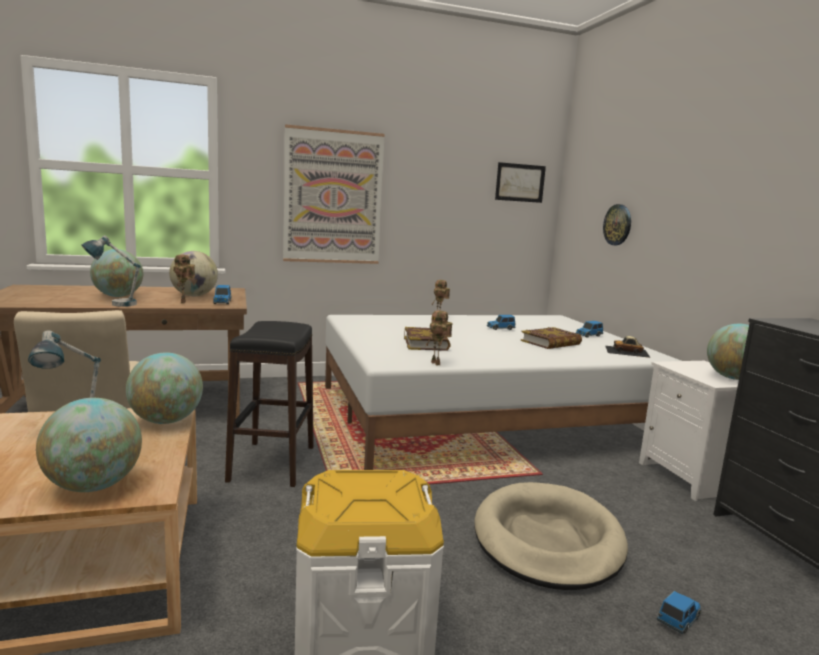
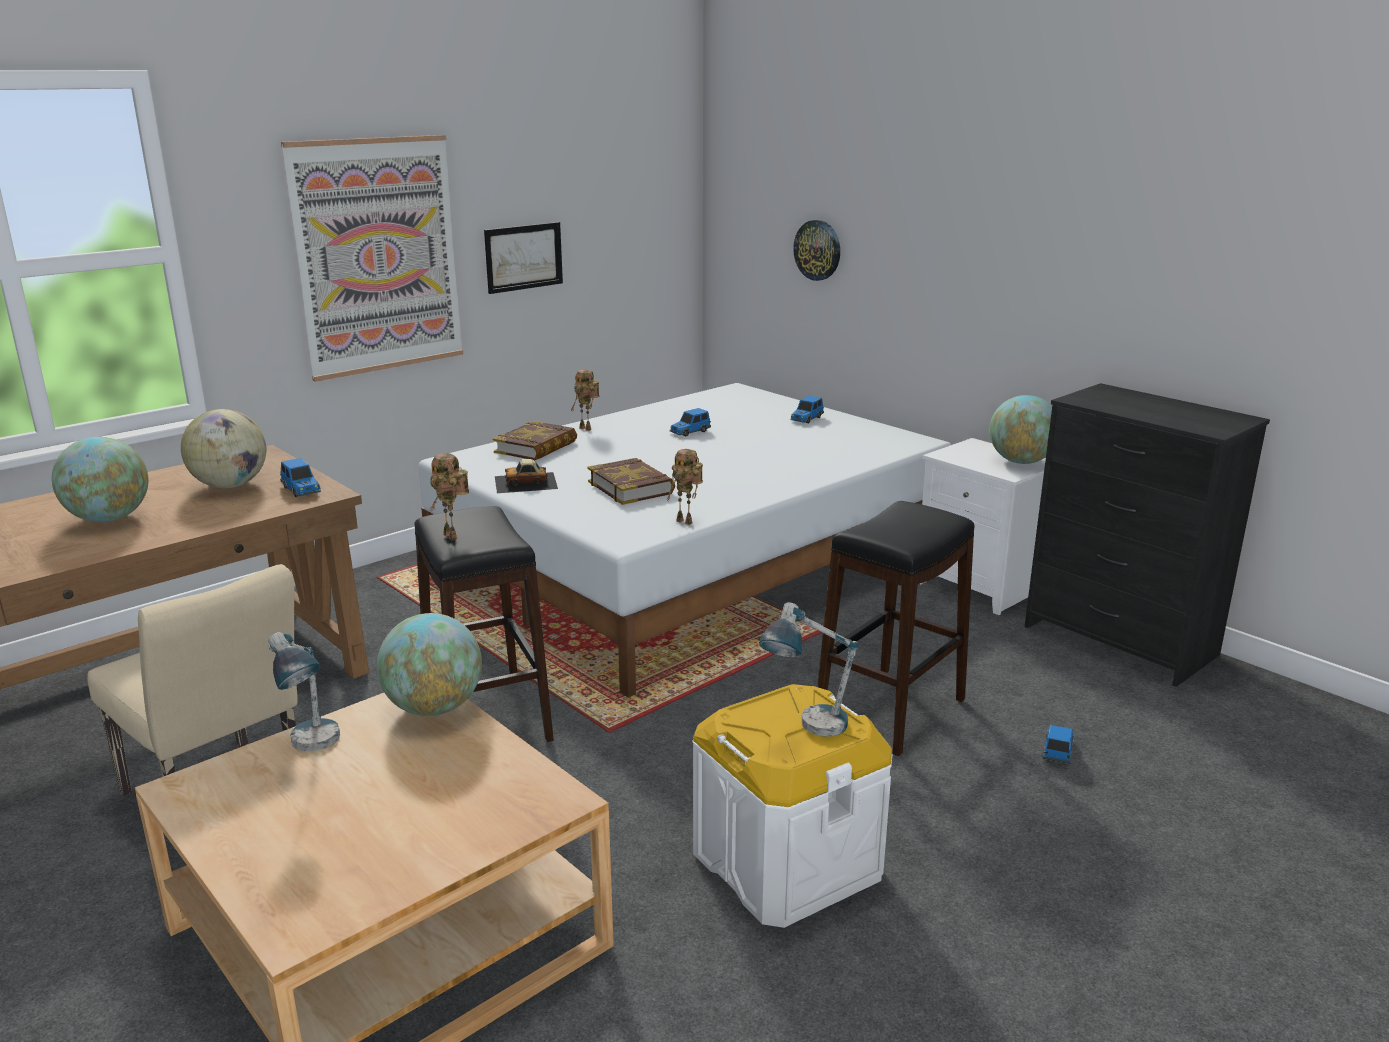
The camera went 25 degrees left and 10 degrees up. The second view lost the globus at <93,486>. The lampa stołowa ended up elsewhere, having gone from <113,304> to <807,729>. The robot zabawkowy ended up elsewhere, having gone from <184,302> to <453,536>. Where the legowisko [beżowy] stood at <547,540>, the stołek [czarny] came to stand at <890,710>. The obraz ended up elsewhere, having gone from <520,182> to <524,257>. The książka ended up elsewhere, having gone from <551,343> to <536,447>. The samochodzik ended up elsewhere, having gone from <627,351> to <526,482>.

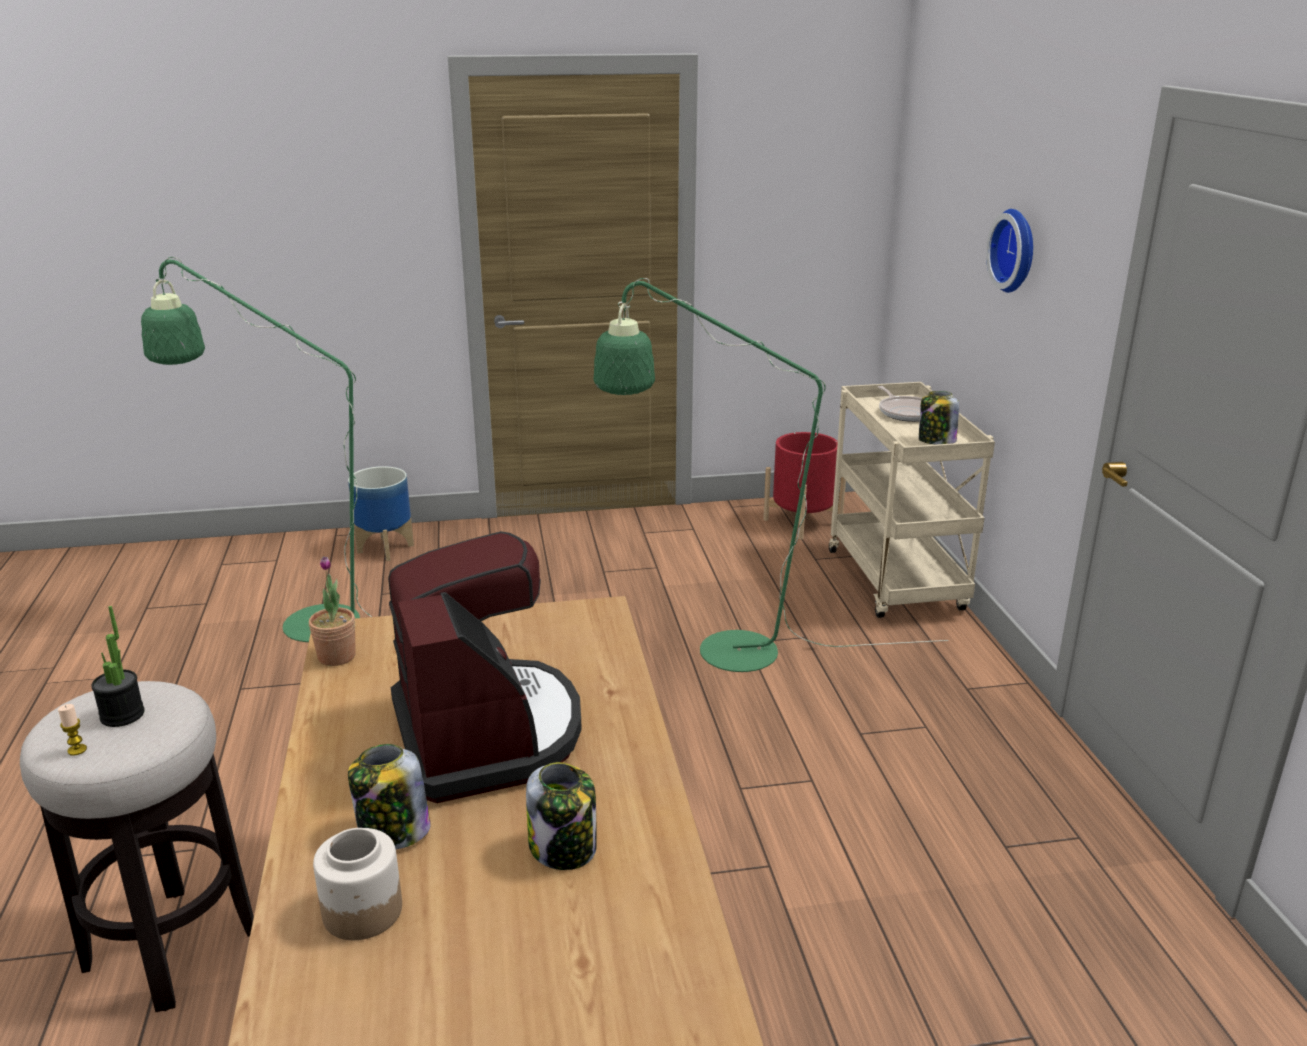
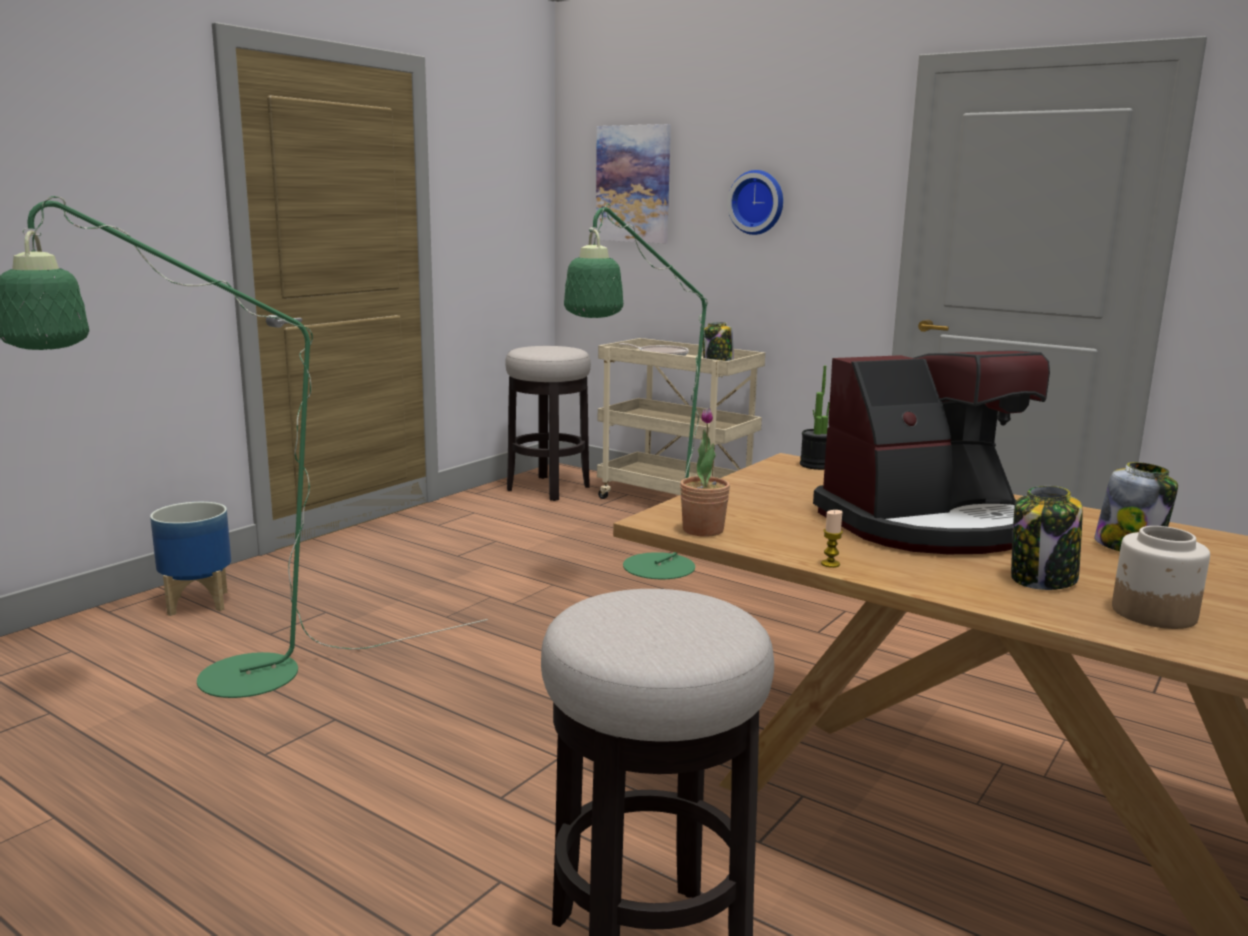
The camera went 45 degrees left and 10 degrees down. The świeca ended up elsewhere, having gone from <77,750> to <830,564>. The roślina doniczkowa ended up elsewhere, having gone from <122,715> to <816,465>. The ekspres do kawy at <487,733> ended up facing another way, 135 degrees clockwise from before. Where the donica [czerwony] stood at <802,522>, the stołek came to stand at <548,488>. The second view gained the obraz at <633,184>.

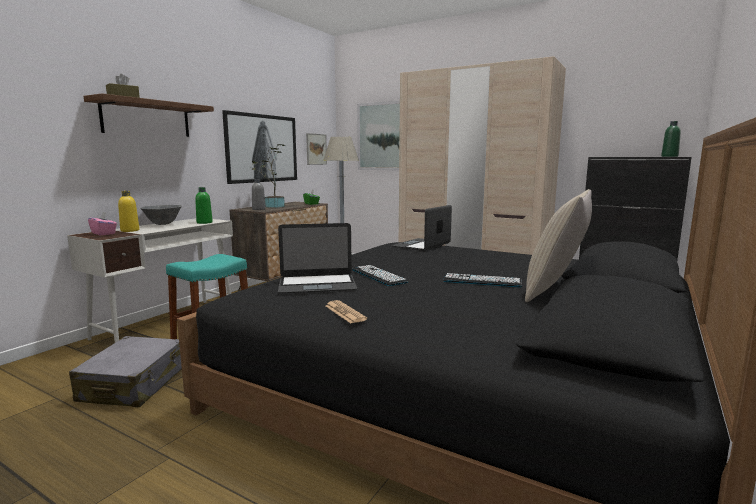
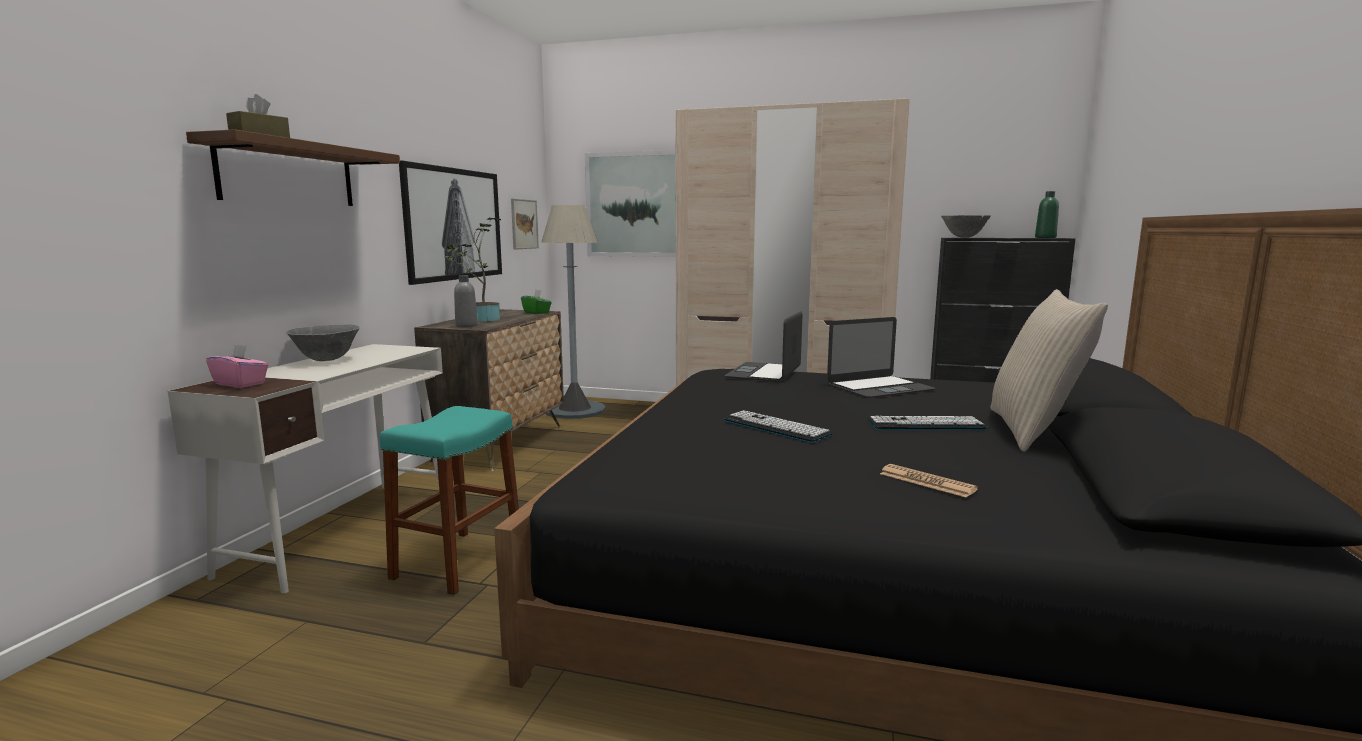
The camera went 15 degrees left and 0 degrees up. The second view lost the walizka [szary] at <134,384>. The second view lost the butelka [żółty] at <130,230>. The second view lost the butelka [zielony] at <204,222>. The laptop ended up elsewhere, having gone from <317,284> to <879,387>. The gazeta ended up elsewhere, having gone from <345,313> to <927,482>. The second view gained the miska [szary] at <964,237>.

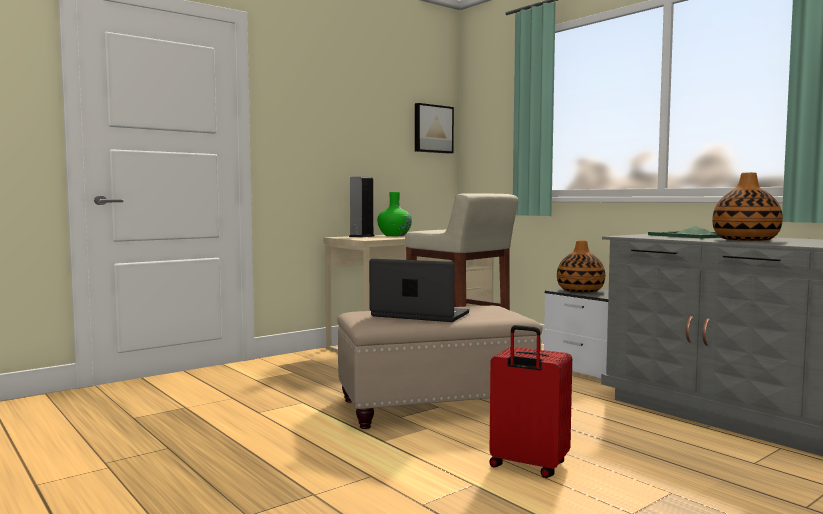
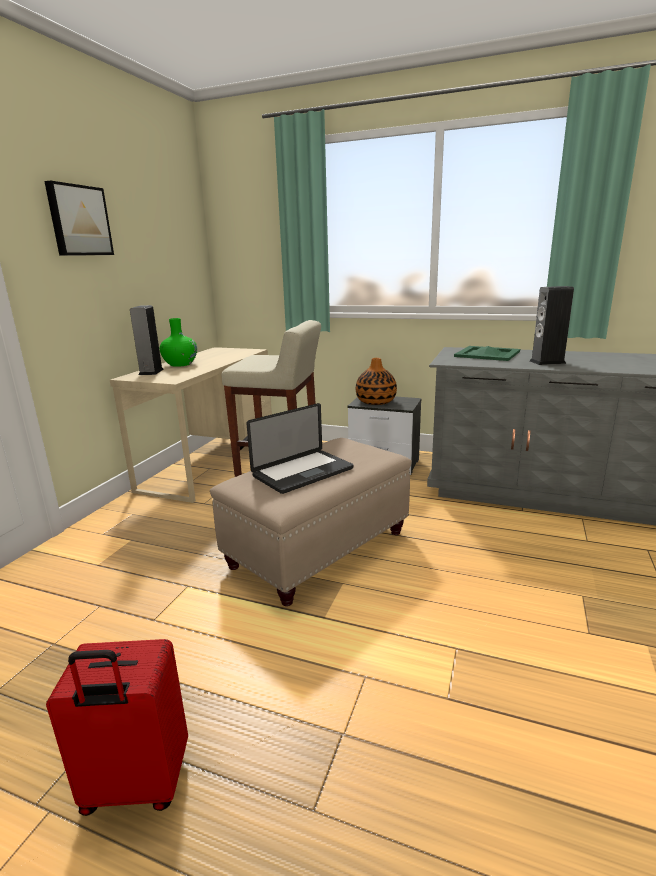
The camera went 30 degrees left and 15 degrees up. The laptop at <420,315> ended up facing another way, 150 degrees clockwise from before. The obraz ended up elsewhere, having gone from <432,129> to <79,221>. The walizka [czerwony] ended up elsewhere, having gone from <528,466> to <136,786>. Where the wazon stood at <746,240>, the głośnik came to stand at <547,362>.

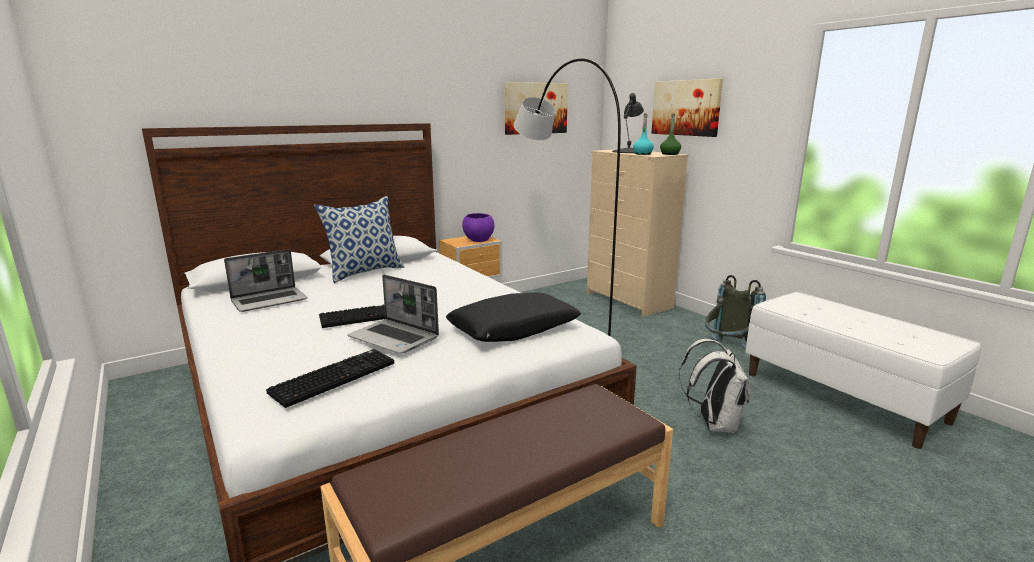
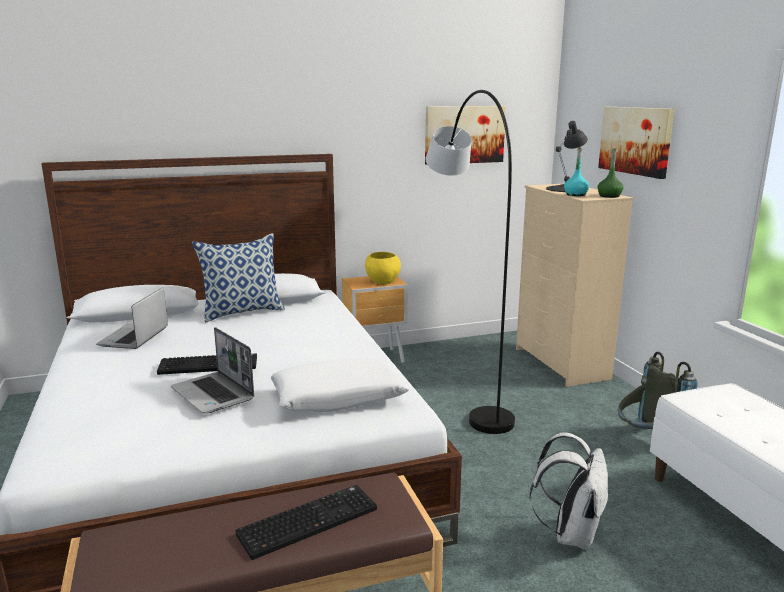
The camera went 15 degrees right and 0 degrees up. The laptop at <270,300> ended up facing another way, 120 degrees clockwise from before. The klawiatura ended up elsewhere, having gone from <334,377> to <308,520>. What was the poduszka [czarny] at <513,329> turned into the poduszka [biały] at <338,398>. What was the miska [fioletowy] at <478,240> turned into the miska [żółty] at <382,282>.

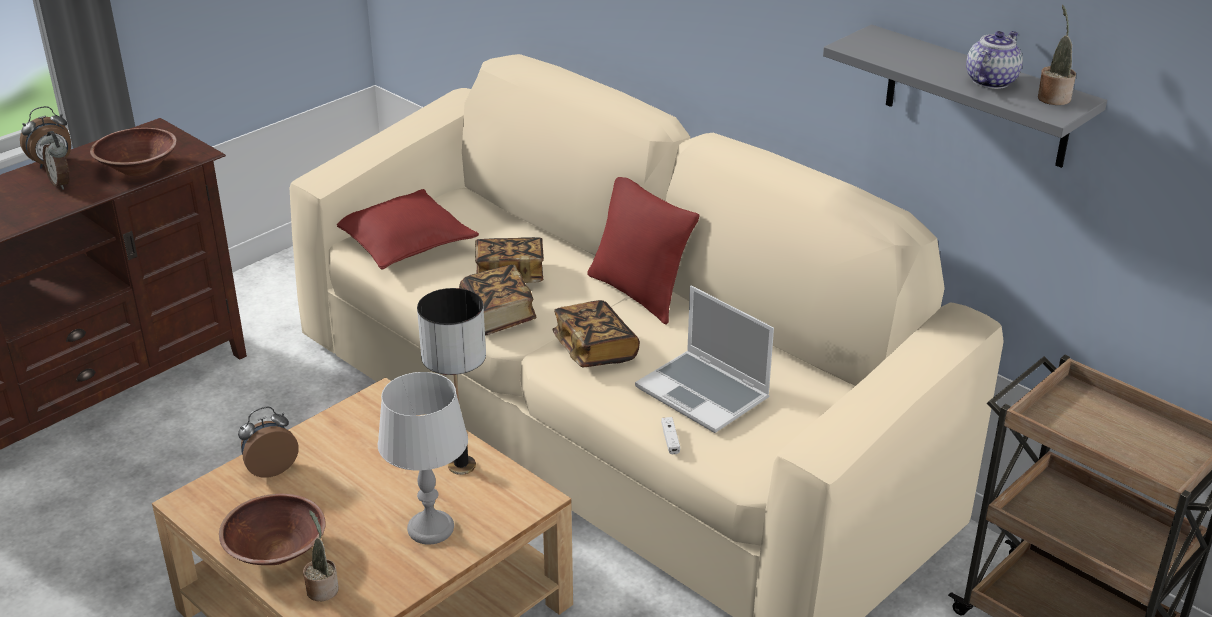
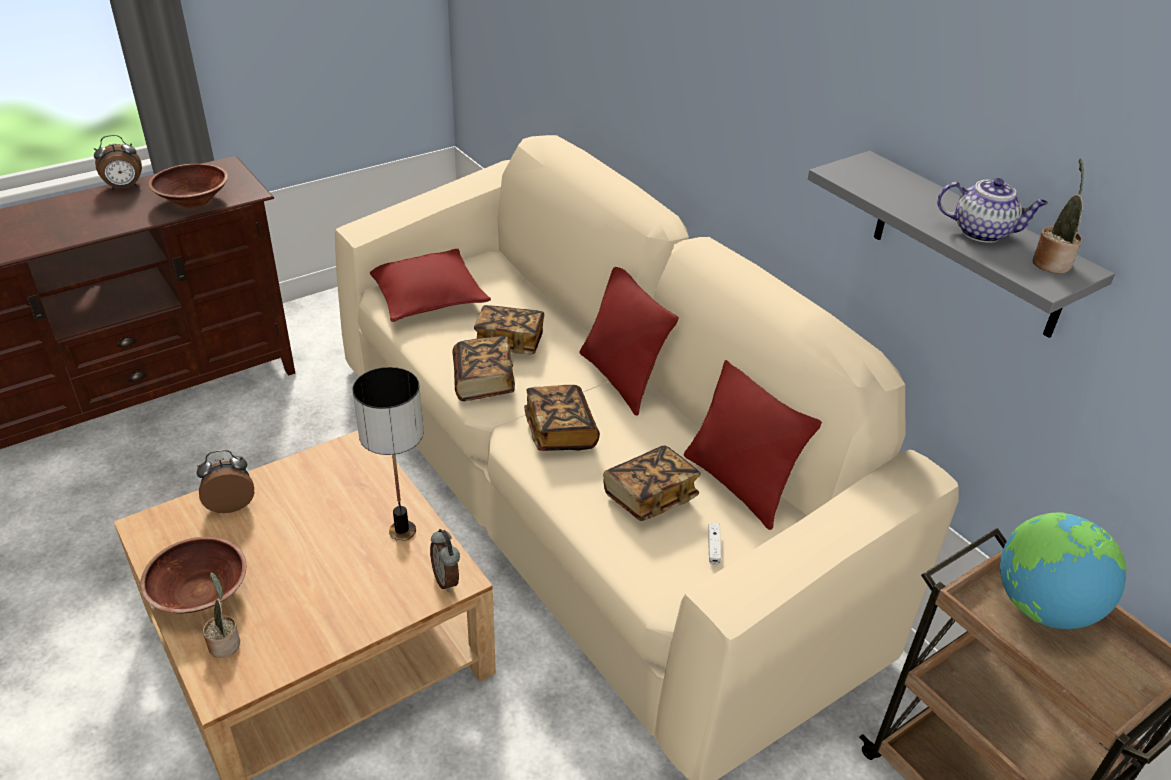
The camera went 10 degrees right and 5 degrees up. The budzik ended up elsewhere, having gone from <62,183> to <447,579>. The second view lost the lampa stołowa [szary] at <431,528>. Where the laptop stood at <704,393>, the książka came to stand at <650,496>. The pad do gier [biały] ended up elsewhere, having gone from <670,439> to <713,547>. The imbryk at <991,81> ended up facing another way, 60 degrees clockwise from before. The second view gained the poduszka [czerwony] at <738,485>. The second view gained the globus at <1042,607>.

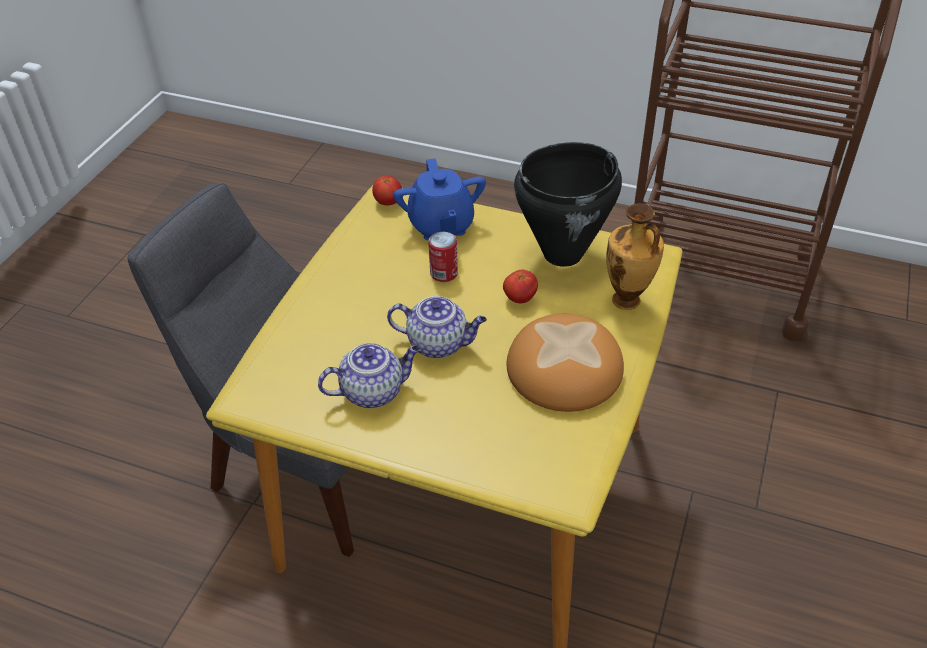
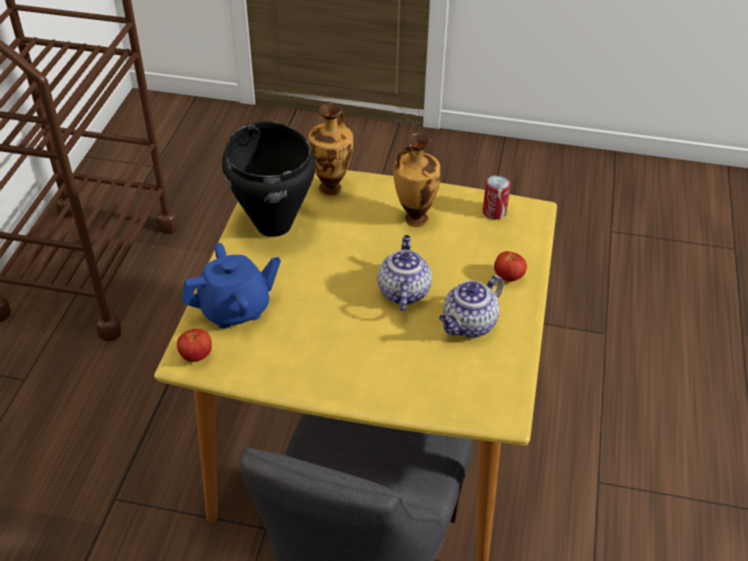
The camera went 100 degrees left and 0 degrees up. The imbryk at <373,391> ended up facing another way, 105 degrees counterclockwise from before. The puszka ended up elsewhere, having gone from <444,273> to <494,212>. The pomidor ended up elsewhere, having gone from <519,298> to <508,277>. Where the chleb stood at <563,368>, the wazon came to stand at <414,218>.

